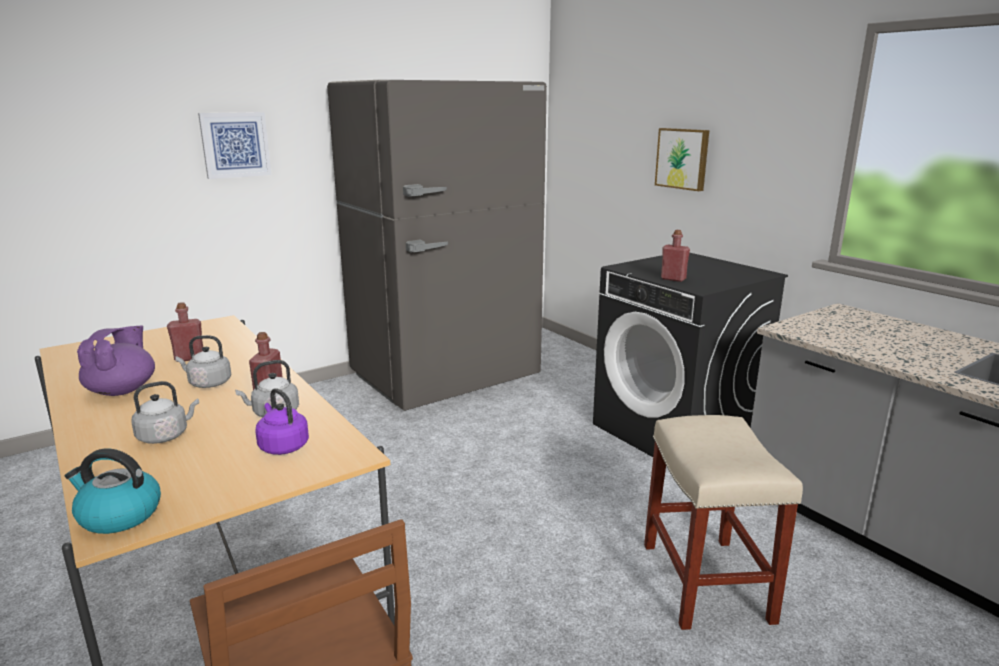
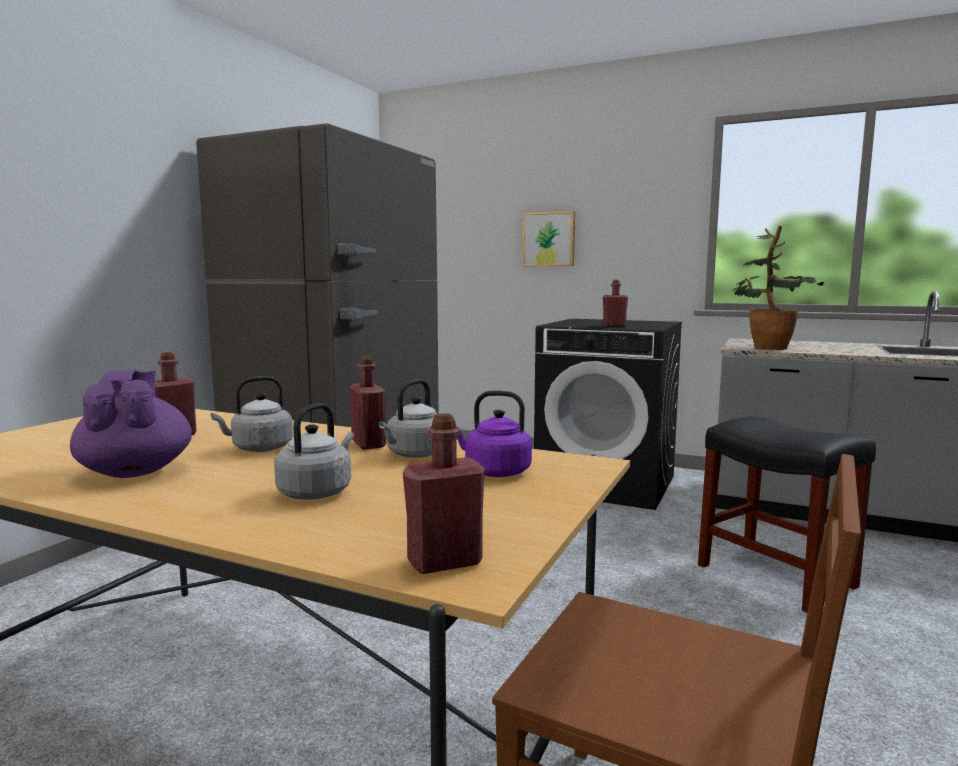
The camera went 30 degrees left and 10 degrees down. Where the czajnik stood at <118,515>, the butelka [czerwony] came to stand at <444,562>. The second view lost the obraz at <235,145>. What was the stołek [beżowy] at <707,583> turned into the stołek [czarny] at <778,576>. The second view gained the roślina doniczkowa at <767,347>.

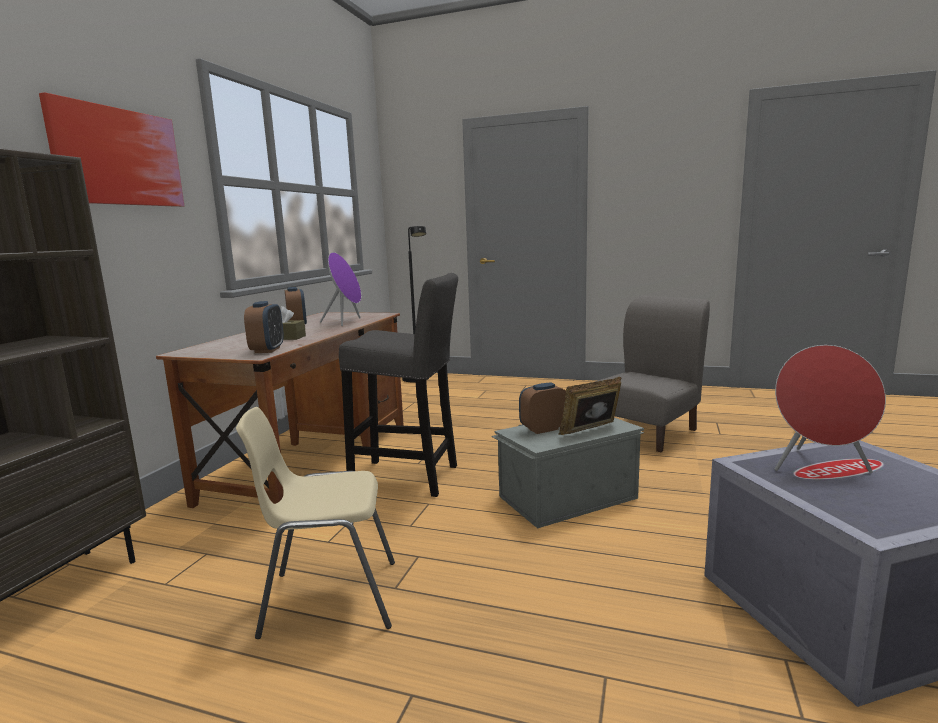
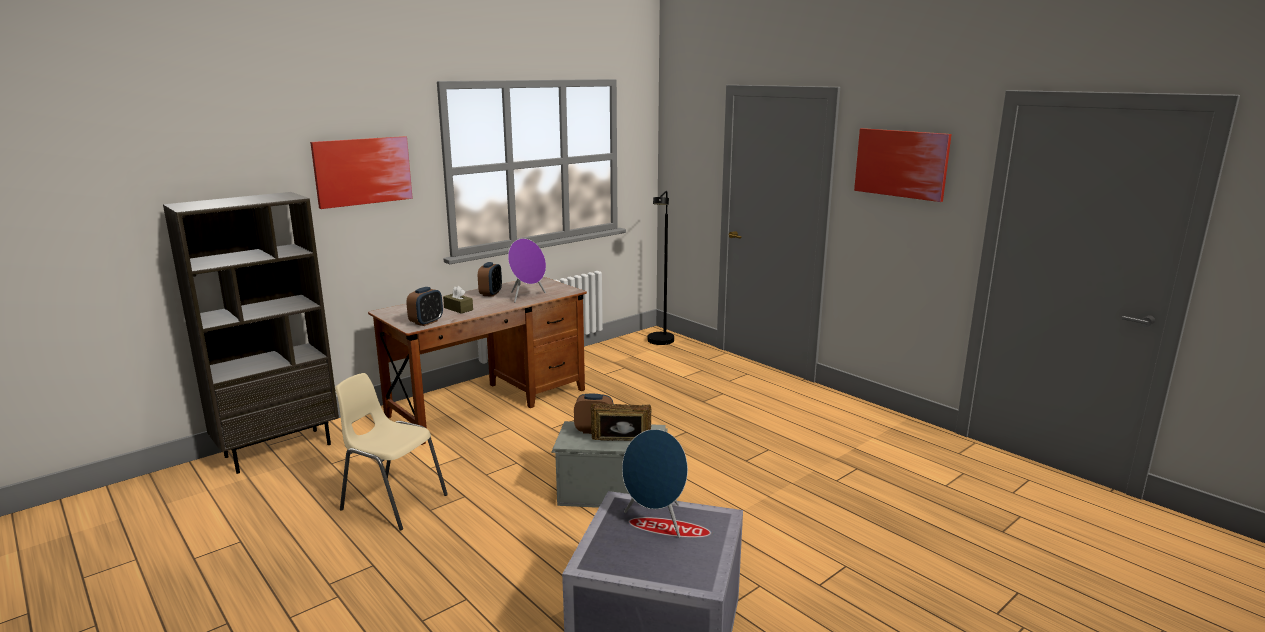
The camera went 30 degrees right and 5 degrees up. The second view lost the stołek [szary] at <410,478>. The second view lost the krzesło [szary] at <647,432>. What was the głośnik [czerwony] at <818,468> turned into the głośnik [niebieski] at <656,521>. The second view gained the obraz at <901,163>.

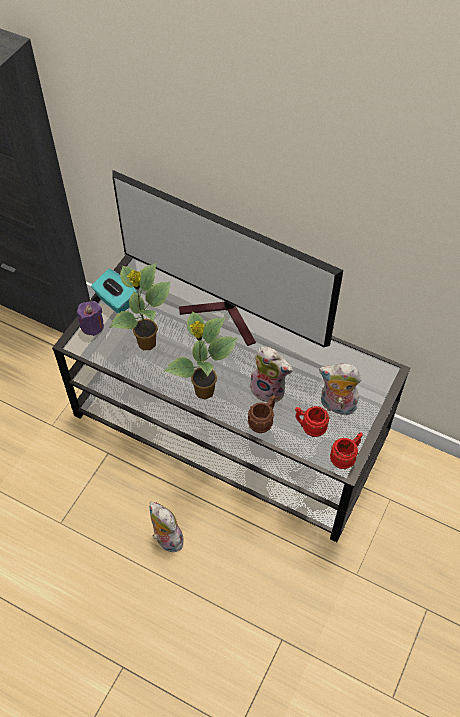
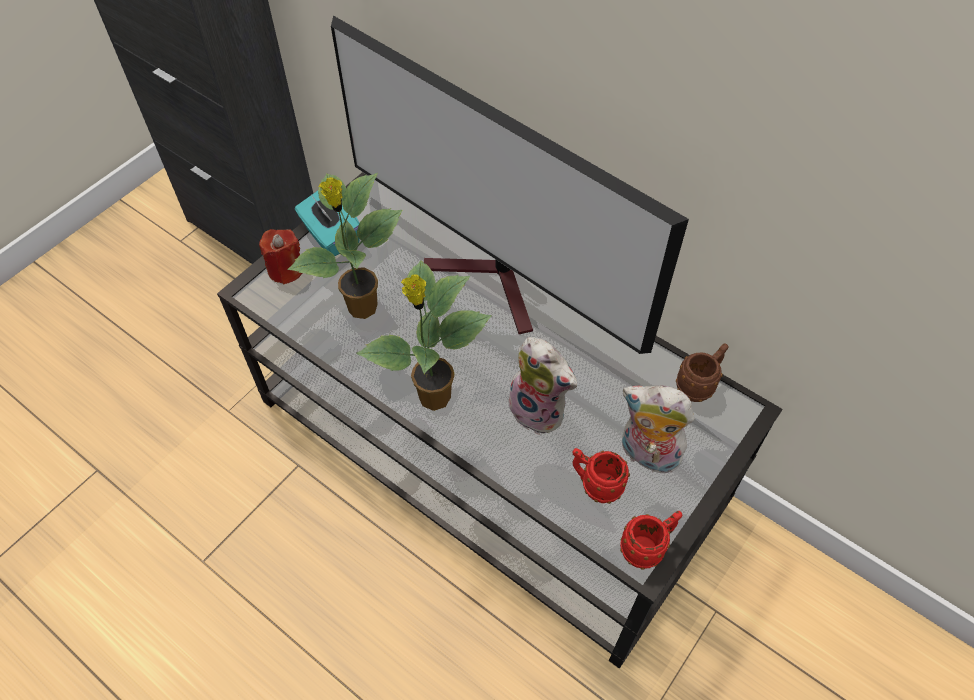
The camera went 10 degrees right and 0 degrees up. What was the świeca [fioletowy] at <92,326> turned into the świeca [czerwony] at <286,270>. The second view lost the pluszak at <166,539>. The kubek [brązowy] ended up elsewhere, having gone from <263,422> to <698,385>.

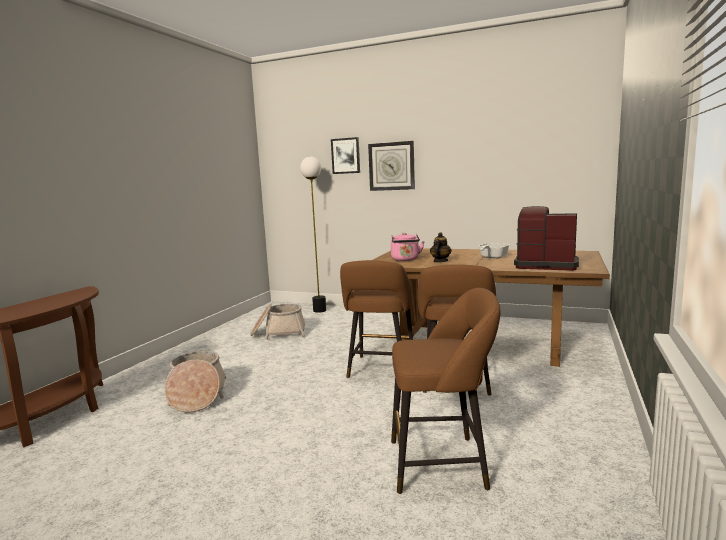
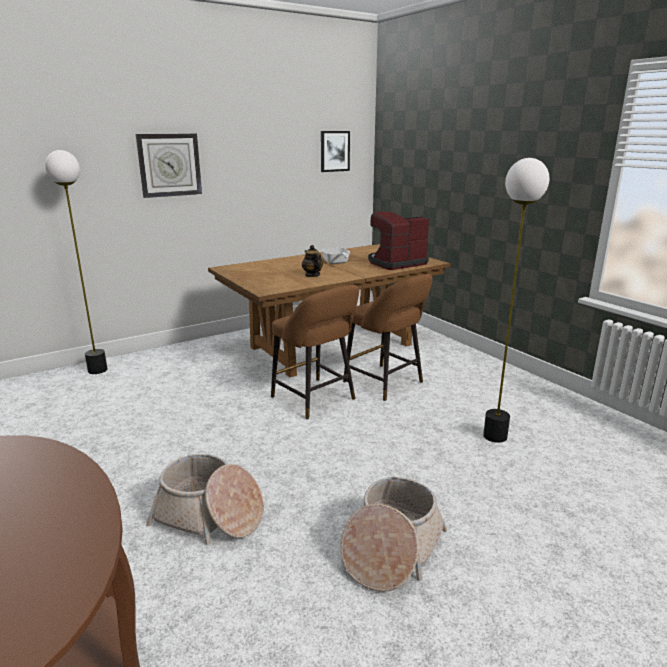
The camera went 55 degrees left and 10 degrees up. The koszyk ended up elsewhere, having gone from <279,333> to <391,549>. The obraz ended up elsewhere, having gone from <345,156> to <334,151>. The second view lost the czajnik [różowy] at <405,259>. Where the stołek [brązowy] stood at <443,463>, the lampa stojąca came to stand at <495,436>.

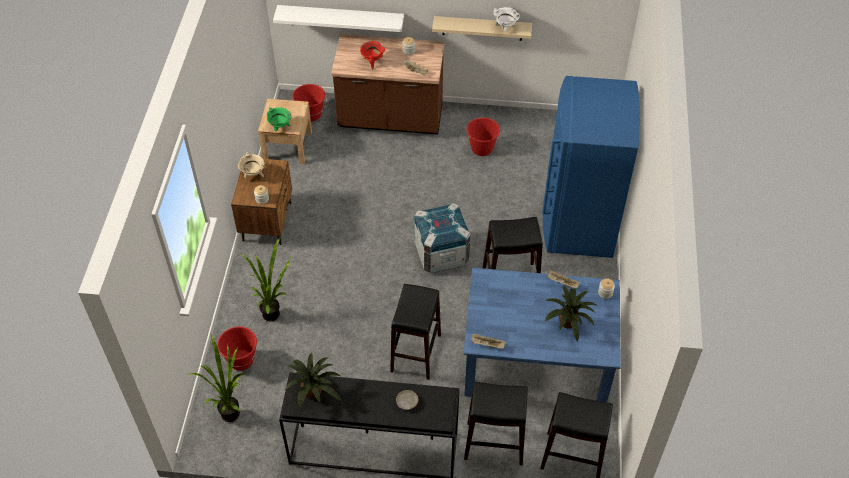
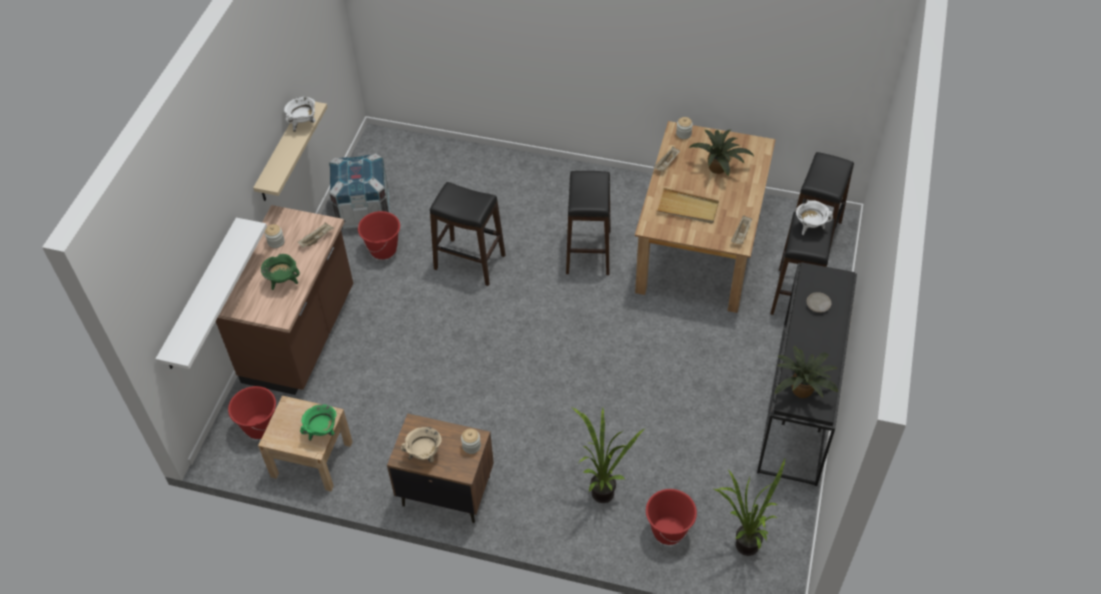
The camera went 80 degrees left and 0 degrees up. What was the garnek [czerwony] at <372,62> turned into the garnek [zielony] at <283,281>. The stołek [czarny] ended up elsewhere, having gone from <415,352> to <469,262>. The skrzynka ended up elsewhere, having gone from <441,253> to <363,211>. What was the stół jadalny [niebieski] at <537,361> turned into the stół jadalny [brązowy] at <699,245>. The second view lost the lodówka [niebieski] at <578,223>. The second view gained the taca [beżowy] at <688,208>. The second view gained the garnek [biały] at <810,227>.

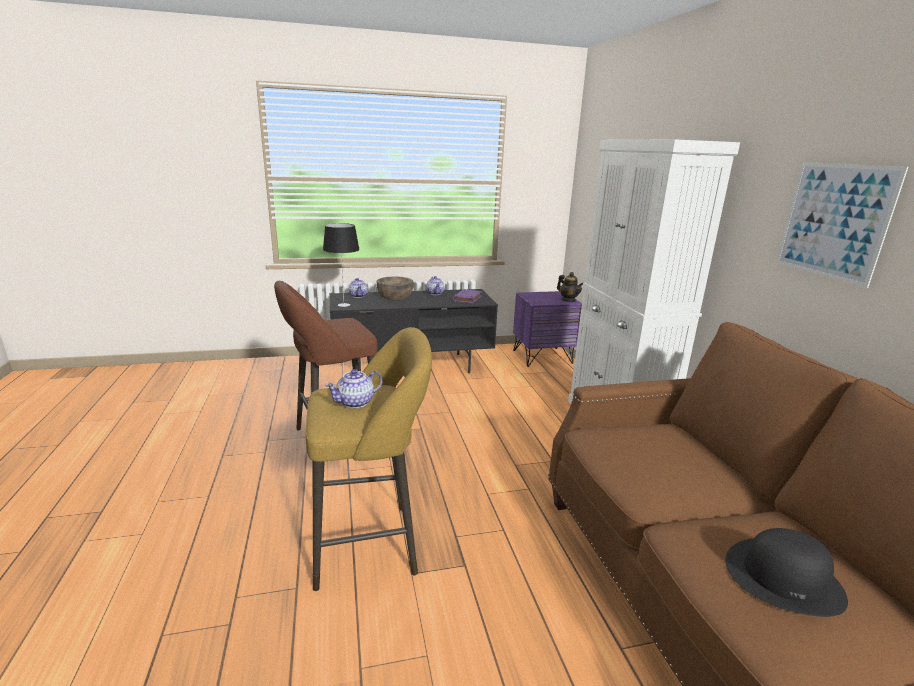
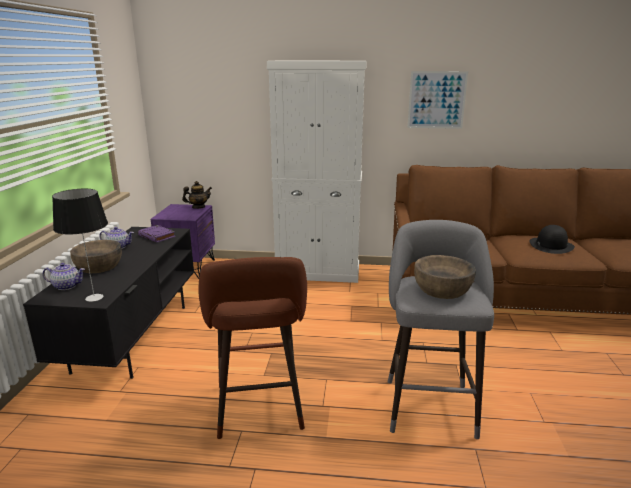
The camera went 70 degrees left and 0 degrees up. What was the stołek [żółty] at <371,543> turned into the stołek [szary] at <429,403>. Where the imbryk stood at <356,402>, the miska [brązowy] came to stand at <442,289>.

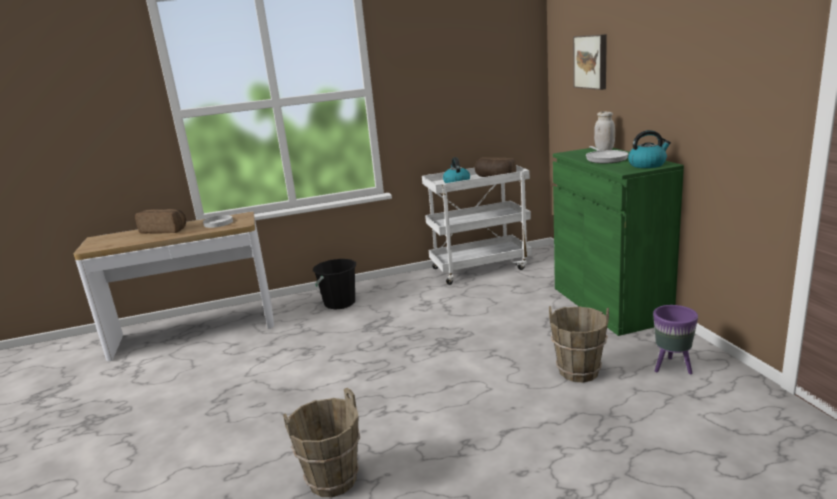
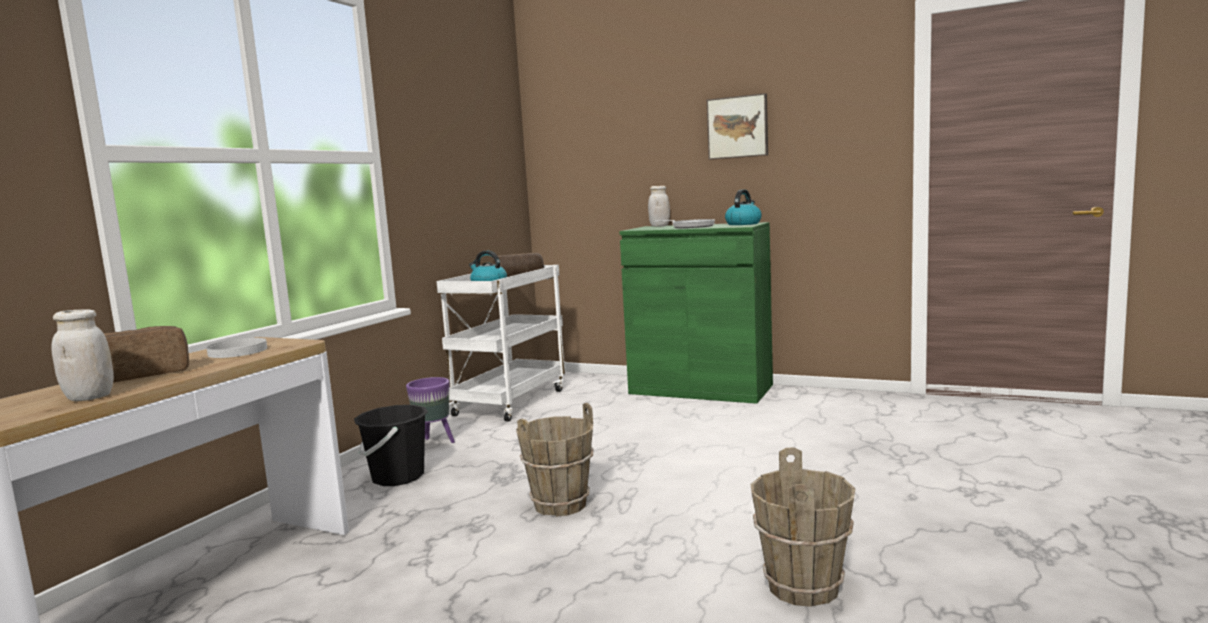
The camera went 50 degrees left and 10 degrees down. The wiadro [brązowy] ended up elsewhere, having gone from <578,371> to <560,504>. The obraz ended up elsewhere, having gone from <592,61> to <738,127>. The donica [fioletowy] ended up elsewhere, having gone from <672,368> to <434,444>. The second view gained the słoik [biały] at <89,397>.

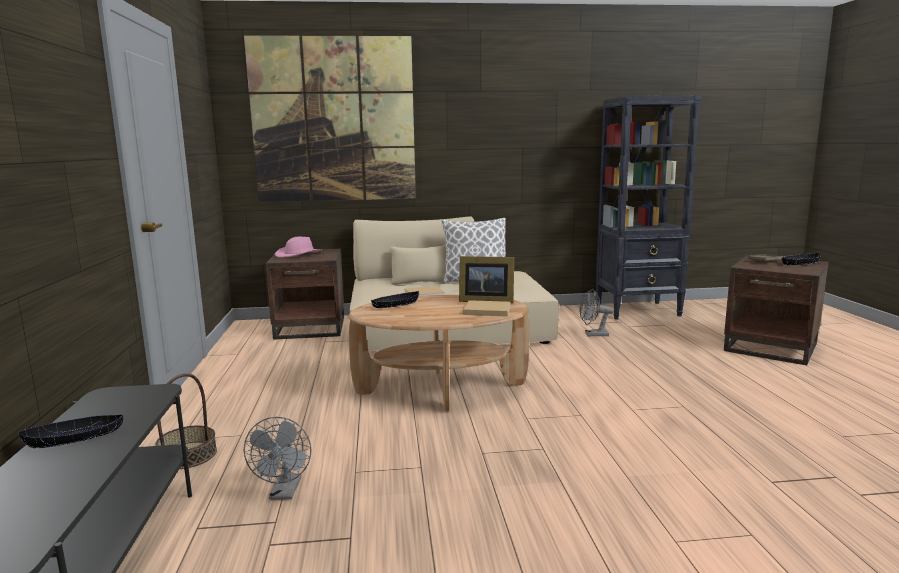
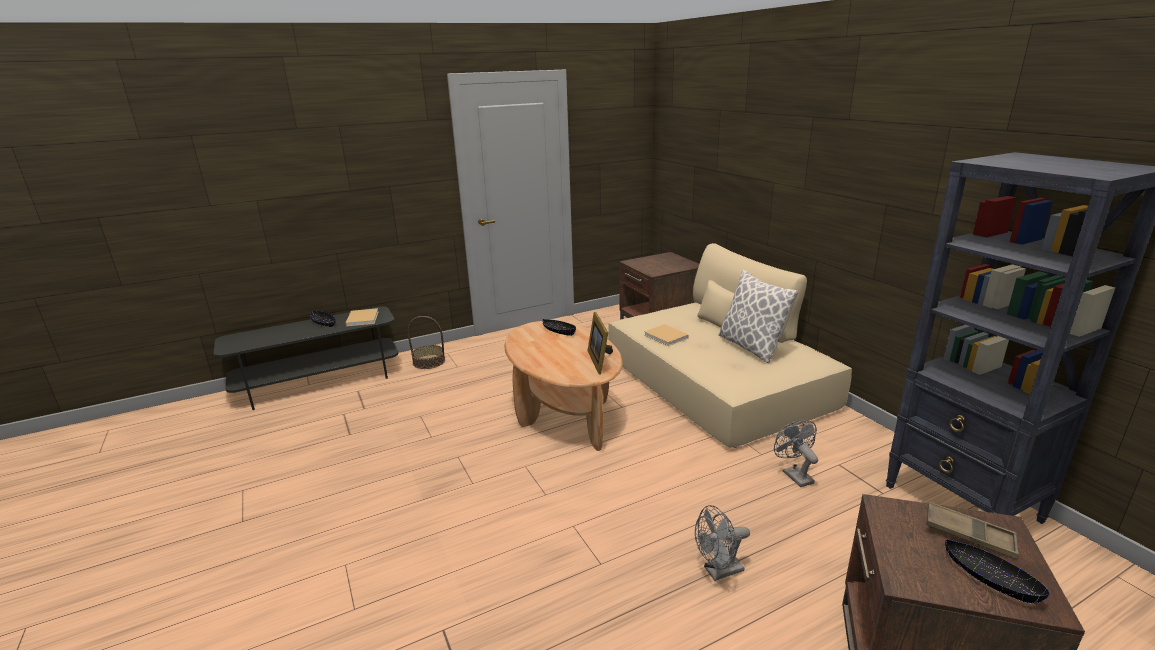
The camera went 70 degrees right and 10 degrees up. The second view lost the obraz at <333,120>. The wentylator [szary] ended up elsewhere, having gone from <284,493> to <718,571>. The second view lost the kapelusz [różowy] at <298,254>. The książka [beżowy] ended up elsewhere, having gone from <485,310> to <363,318>.

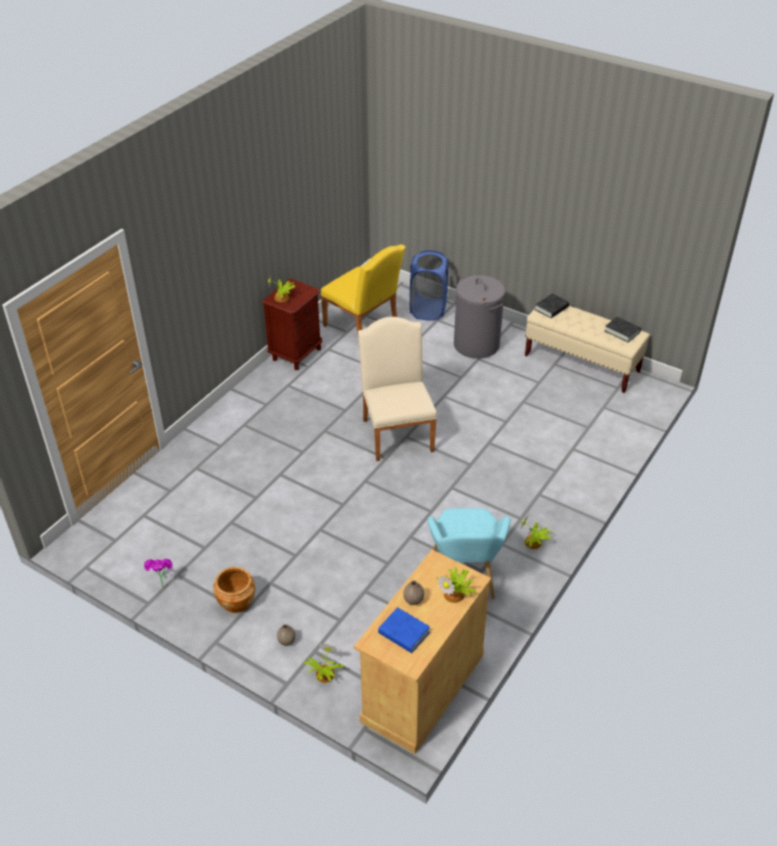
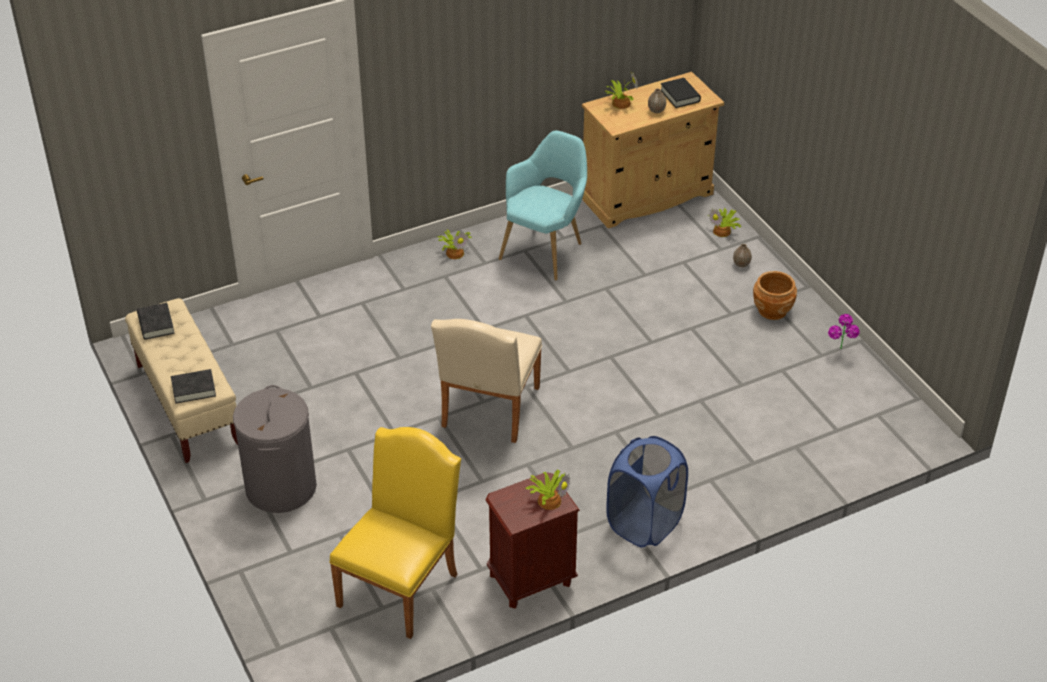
The camera went 150 degrees left and 0 degrees up. The krzesło [żółty] at <364,328> ended up facing another way, 45 degrees clockwise from before. What was the książka [niebieski] at <404,633> turned into the książka [czarny] at <680,96>. The kosz na pranie [niebieski] ended up elsewhere, having gone from <428,309> to <644,524>.

